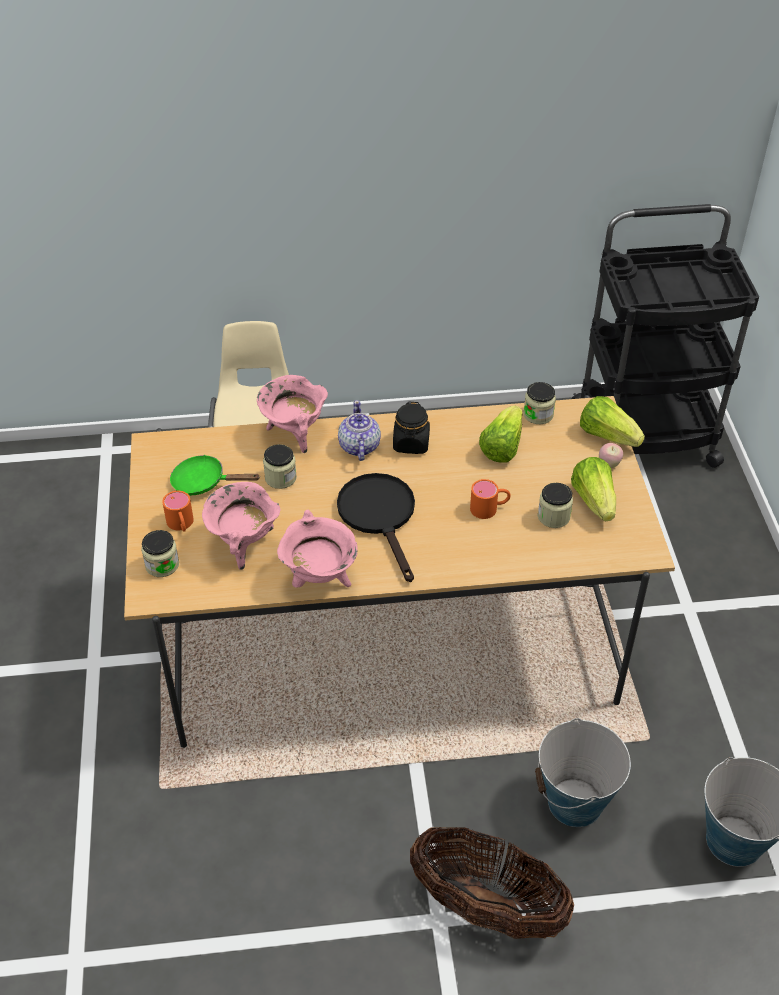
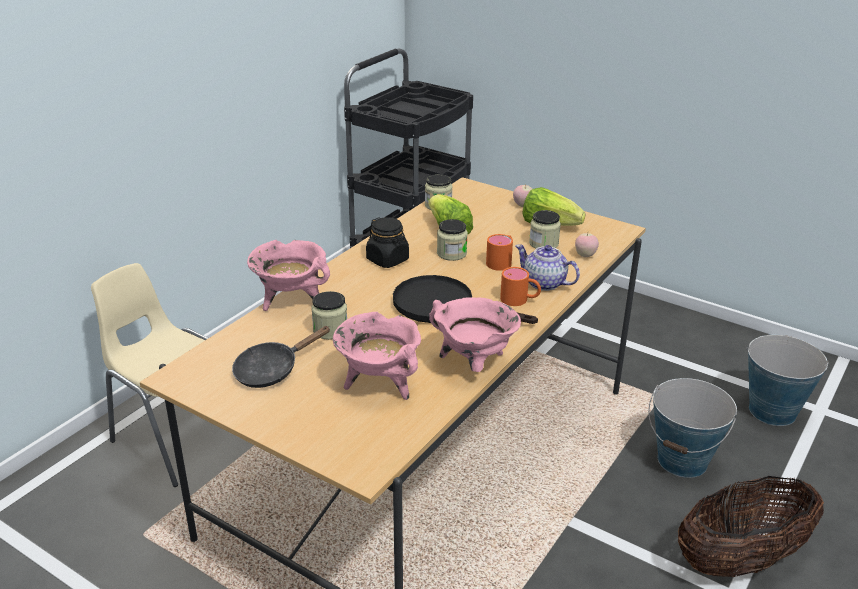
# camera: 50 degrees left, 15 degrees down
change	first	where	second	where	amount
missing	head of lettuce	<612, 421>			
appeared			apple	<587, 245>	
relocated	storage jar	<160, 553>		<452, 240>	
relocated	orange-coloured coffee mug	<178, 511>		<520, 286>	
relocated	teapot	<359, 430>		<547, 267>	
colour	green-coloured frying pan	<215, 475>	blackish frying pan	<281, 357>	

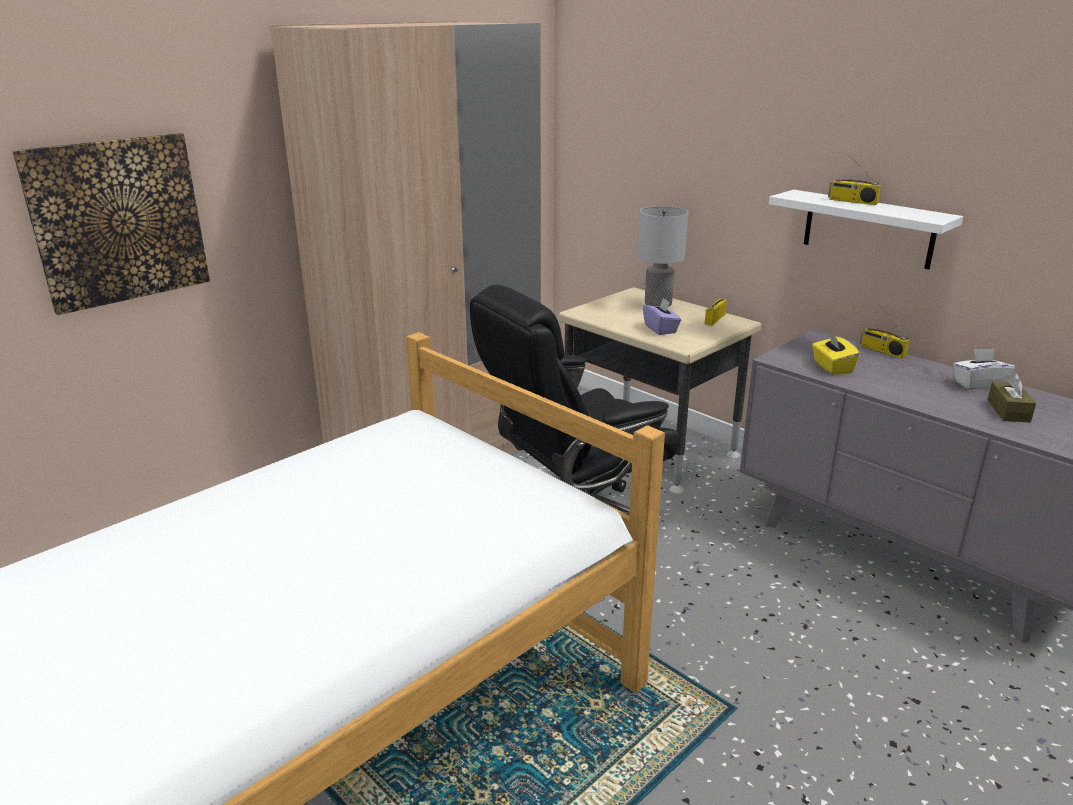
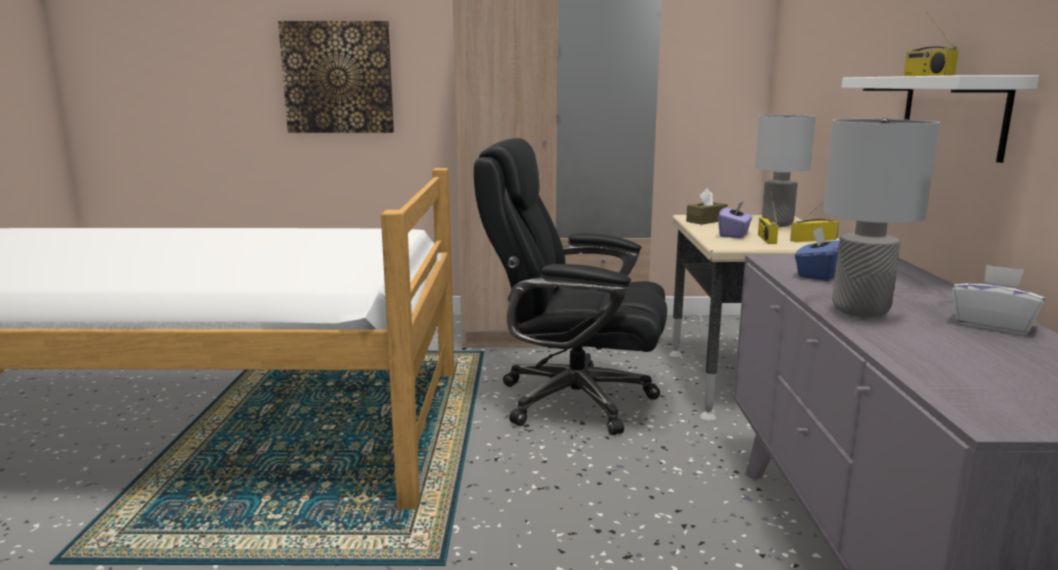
# camera: 45 degrees right, 10 degrees down
change	first	where	second	where	amount
appeared			grey lamp for a table	<881, 218>	
relocated	radio receiver	<885, 331>		<768, 217>	
relocated	brown-coloured box of tissues	<1011, 397>		<707, 206>	
colour	yellow box of tissues	<836, 353>	blue box of tissues	<817, 254>	

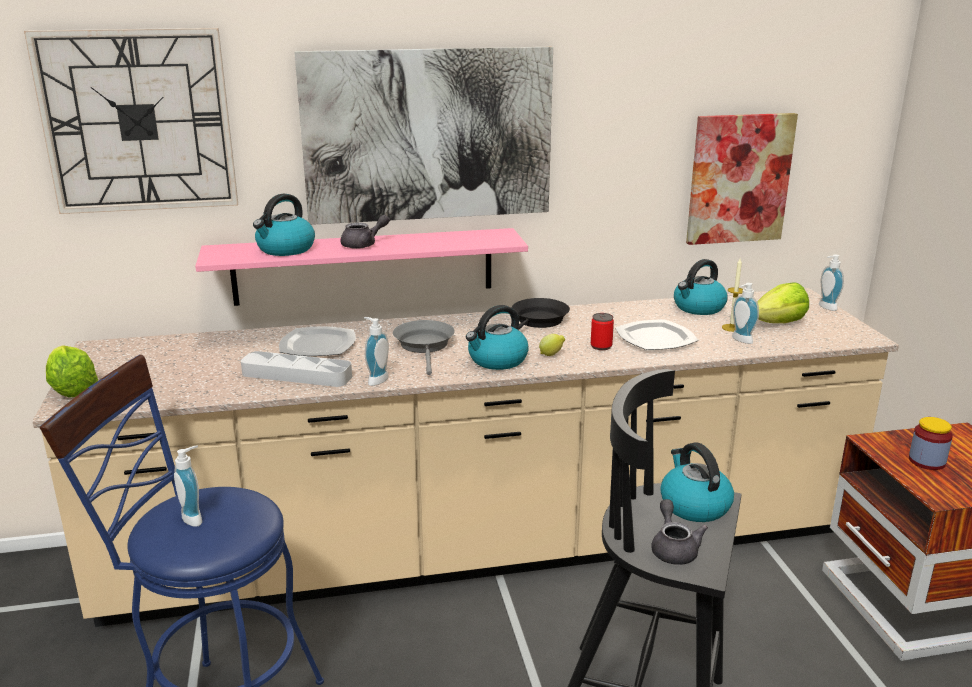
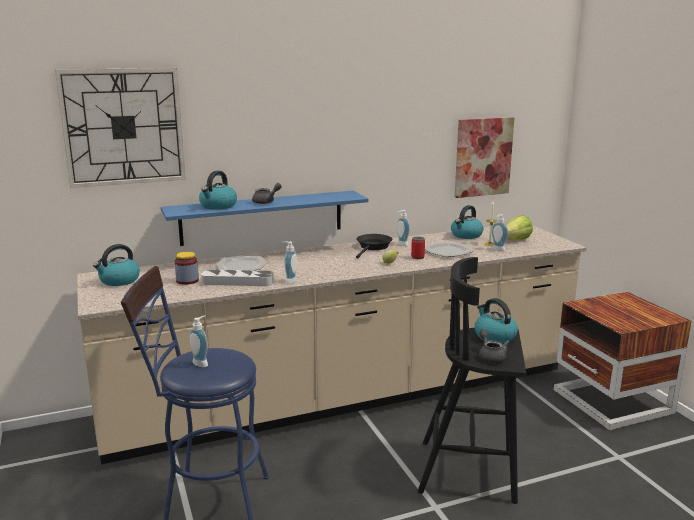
# camera: 10 degrees left, 5 degrees down
change	first	where	second	where	amount
missing	head of lettuce	<72, 371>			
missing	wall picture	<423, 136>			
missing	grey frying pan	<424, 347>			
relocated	water kettle	<497, 337>		<116, 265>	
relocated	soap dispenser	<831, 282>		<403, 228>	
relocated	storage jar	<931, 443>		<187, 268>	
colour	pinkish bracket shelf	<361, 267>	blue bracket shelf	<265, 218>	

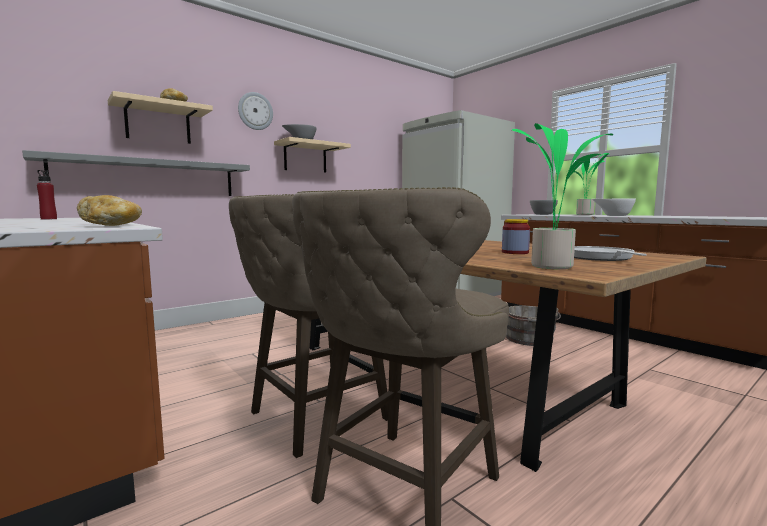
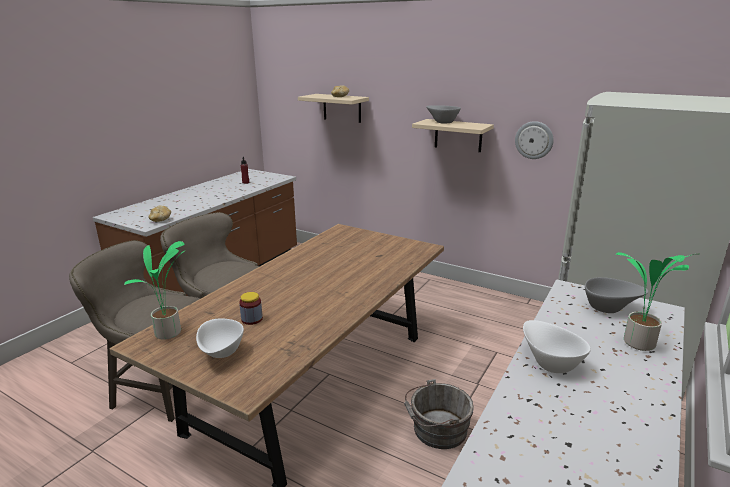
# camera: 70 degrees right, 15 degrees up
change	first	where	second	where	amount
missing	grey bracket shelf	<136, 173>			
relocated	clock on the wall	<255, 111>		<534, 140>	
exchanged	frying pan	<610, 253>	whitish serving bowl	<220, 338>	

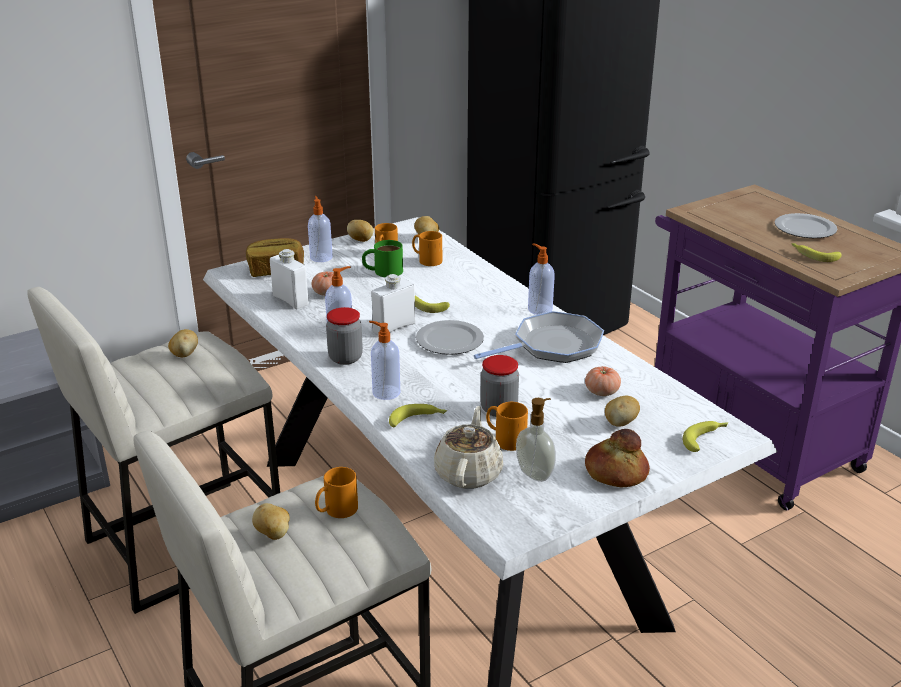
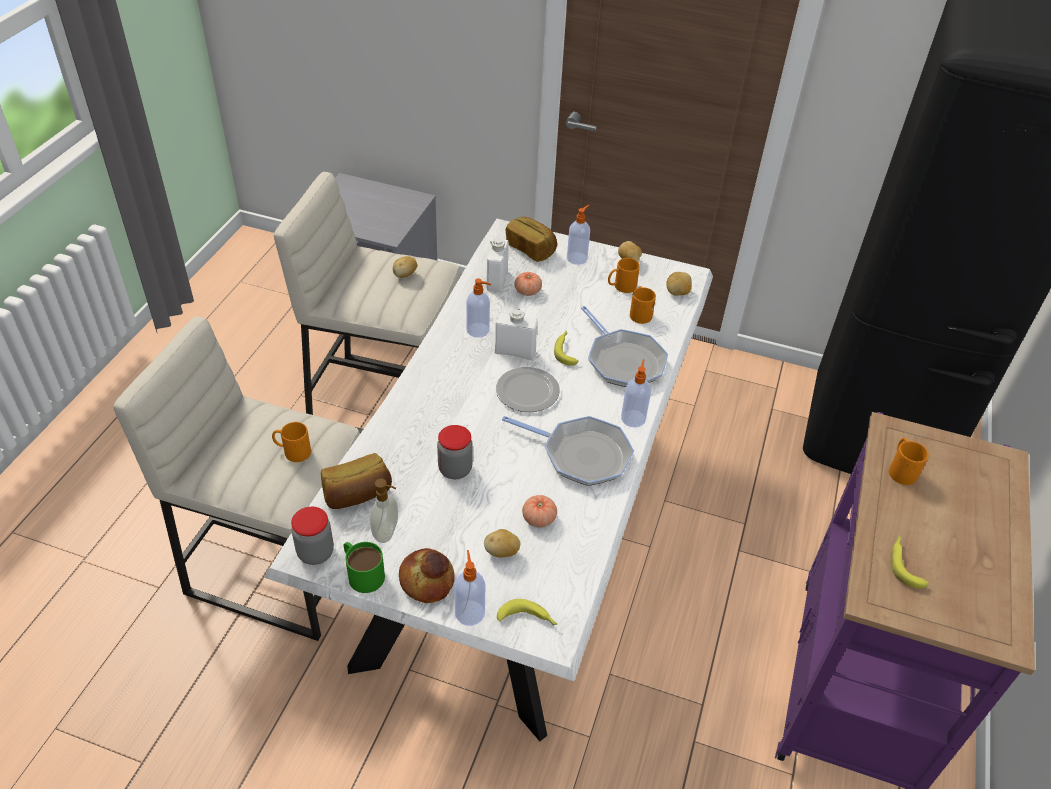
# camera: 50 degrees right, 15 degrees up
change	first	where	second	where	amount
missing	spud	<271, 521>			
missing	banana	<418, 415>			
missing	plate	<806, 225>			
appeared			frying pan	<624, 346>	
relocated	storage jar	<344, 336>		<312, 536>	
relocated	green-coloured coffee mug	<382, 258>		<364, 567>	
relocated	soap dispenser	<384, 360>		<470, 588>	
relocated	orange-coloured coffee mug	<507, 426>		<909, 461>	
exchanged	sand-coloured teapot	<468, 447>	bakery bread	<356, 481>	

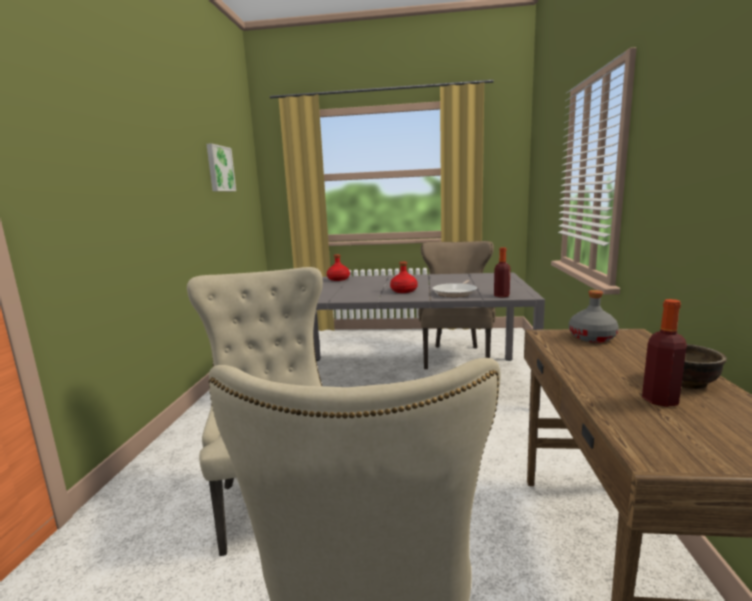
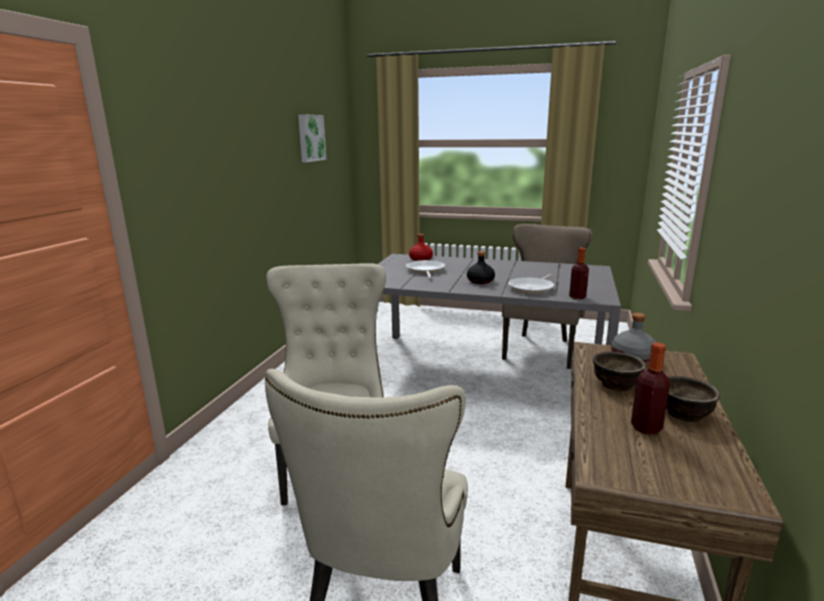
# camera: 10 degrees right, 5 degrees up
change	first	where	second	where	amount
appeared			frying pan	<425, 269>	
appeared			brown-coloured serving bowl	<619, 371>	
colour	red-coloured bottle	<404, 277>	blackish bottle	<481, 267>	

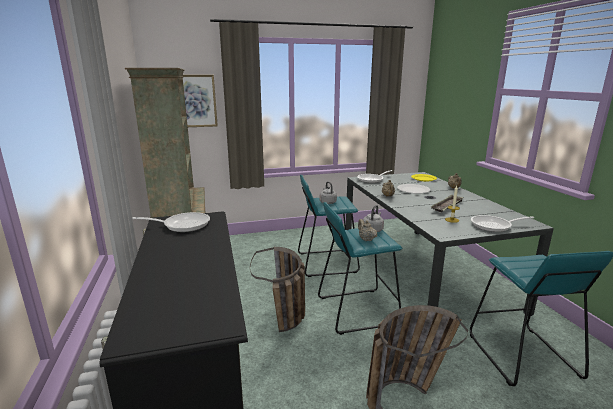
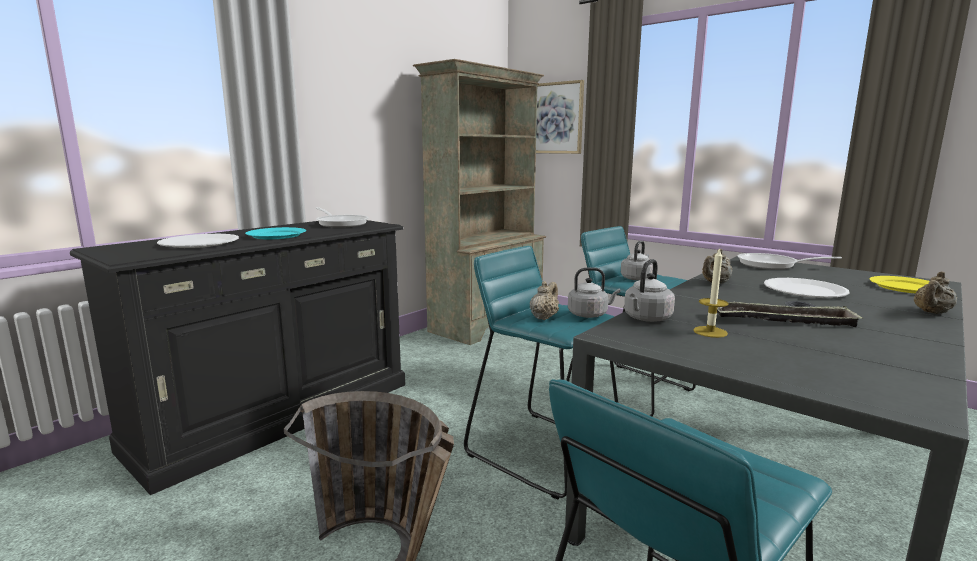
# camera: 55 degrees right, 5 degrees down
change	first	where	second	where	amount
missing	basket	<277, 289>			
missing	frying pan	<502, 223>			
appeared			whitish plate	<198, 241>	
appeared			turquoise-coloured plate	<275, 233>	
appeared			grey water kettle	<649, 290>	

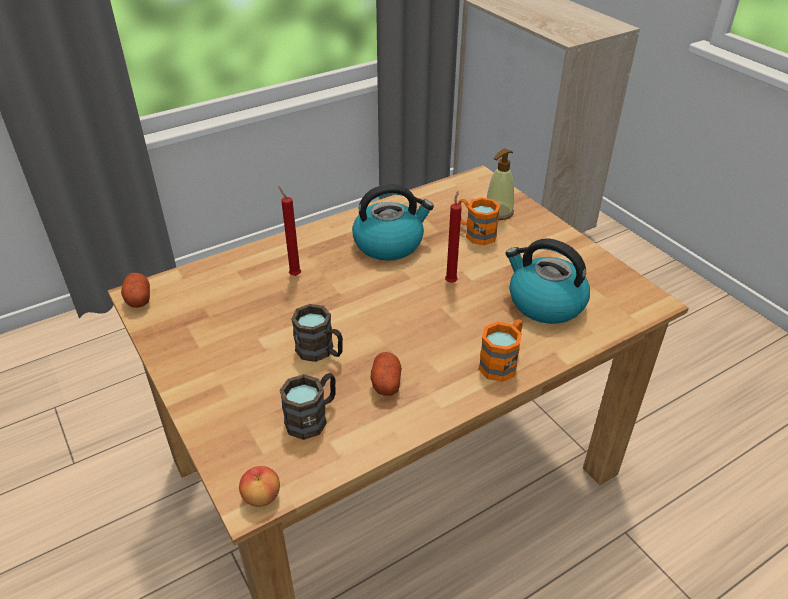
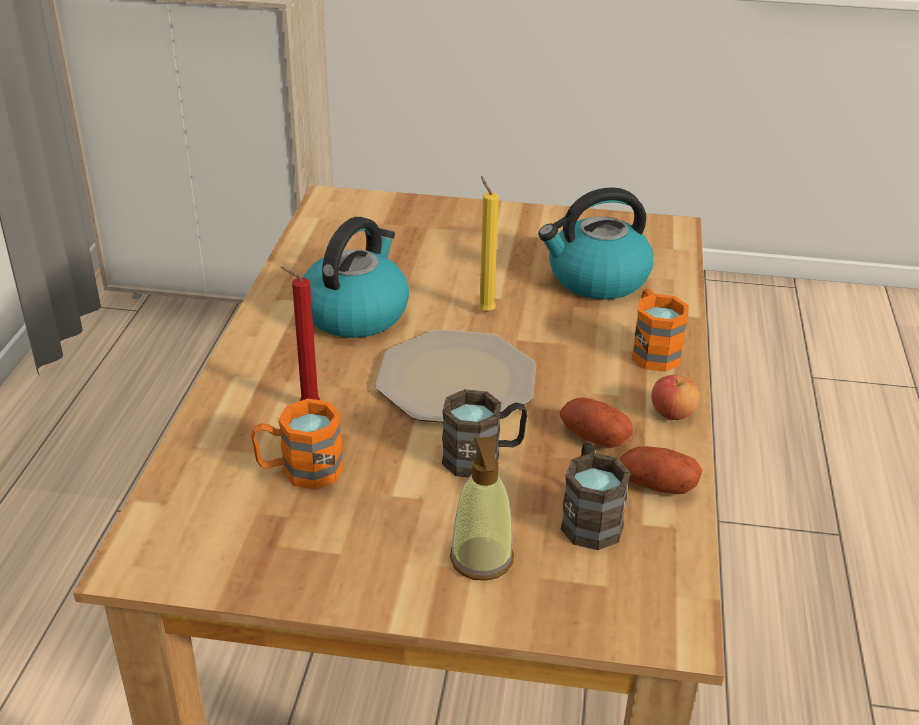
# camera: 50 degrees left, 5 degrees down
change	first	where	second	where	amount
appeared			plate	<455, 376>	
relocated	spud	<135, 290>		<661, 470>	
relocated	apple	<259, 486>		<675, 397>	
relocated	orange-coloured coffee mug	<479, 221>		<297, 444>	
relocated	soap dispenser	<500, 184>		<482, 509>	
colour	red-coloured wax candle	<453, 237>	yellow wax candle	<488, 244>	

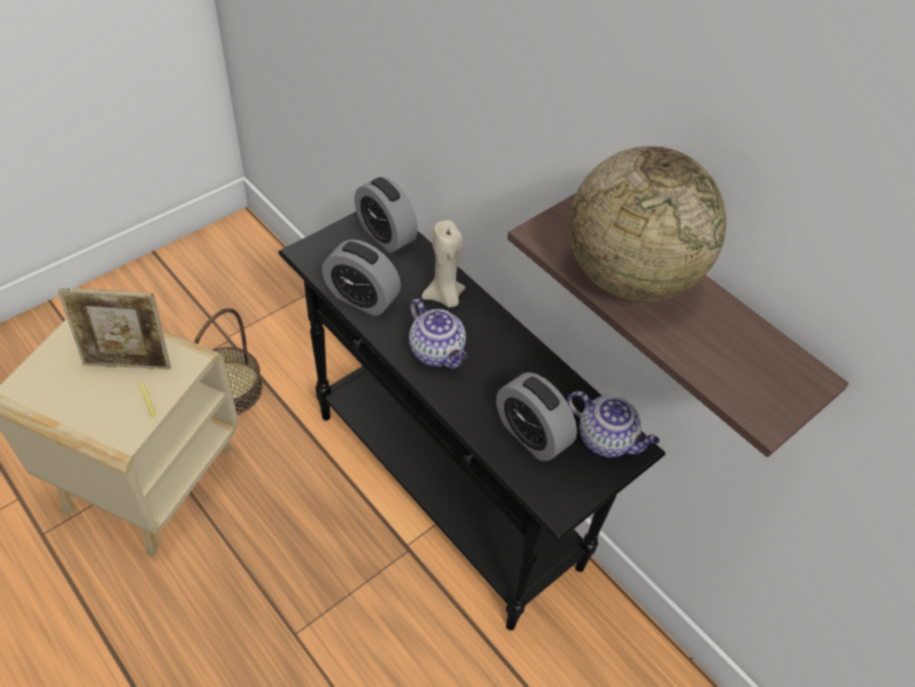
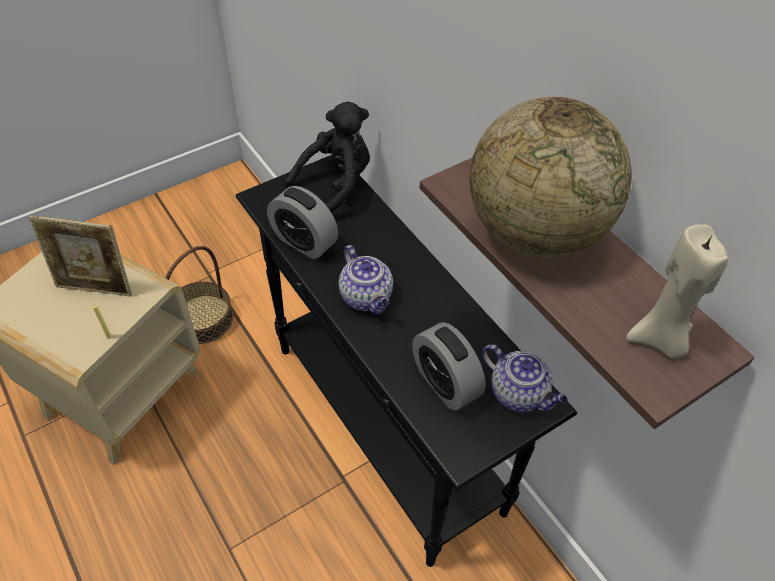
# camera: 10 degrees right, 0 degrees up
change	first	where	second	where	amount
relocated	sand-coloured wax candle	<443, 264>		<677, 291>	
exchanged	table clock	<386, 215>	blackish cuddly toy	<327, 157>	

